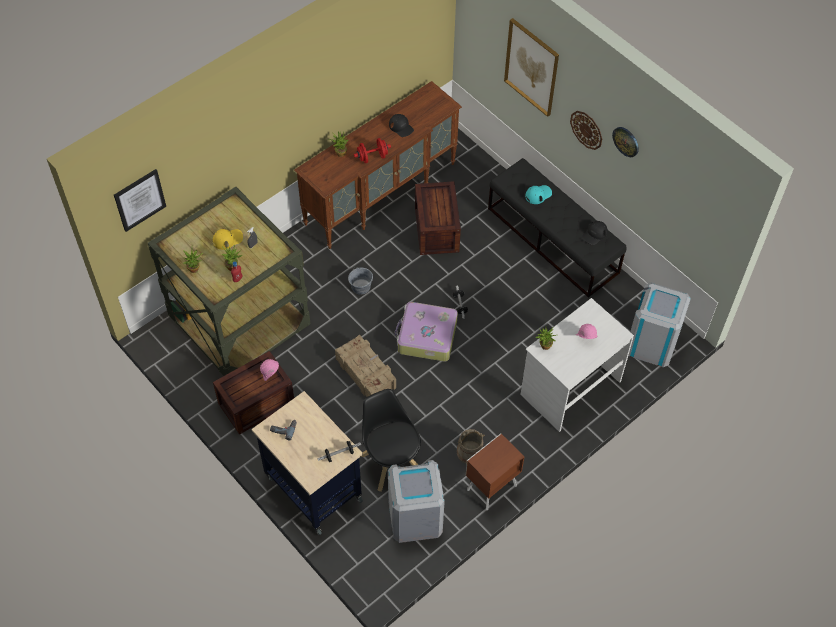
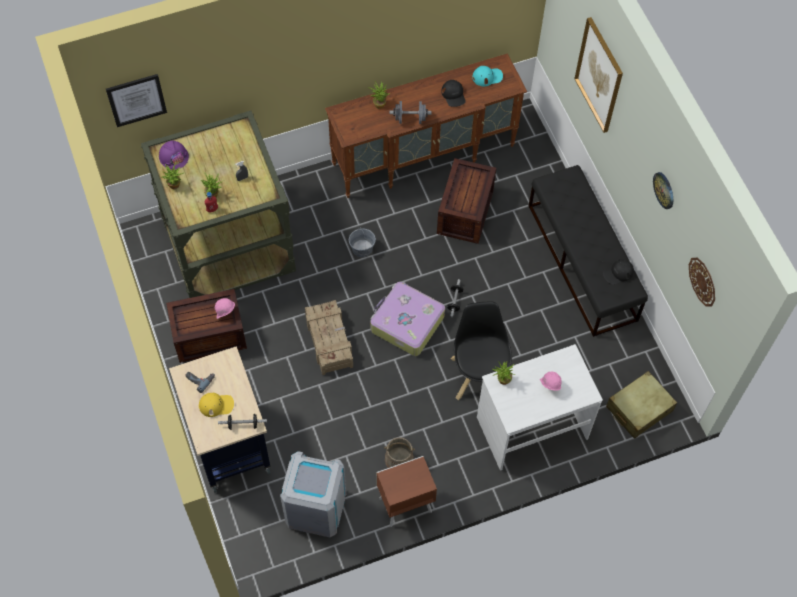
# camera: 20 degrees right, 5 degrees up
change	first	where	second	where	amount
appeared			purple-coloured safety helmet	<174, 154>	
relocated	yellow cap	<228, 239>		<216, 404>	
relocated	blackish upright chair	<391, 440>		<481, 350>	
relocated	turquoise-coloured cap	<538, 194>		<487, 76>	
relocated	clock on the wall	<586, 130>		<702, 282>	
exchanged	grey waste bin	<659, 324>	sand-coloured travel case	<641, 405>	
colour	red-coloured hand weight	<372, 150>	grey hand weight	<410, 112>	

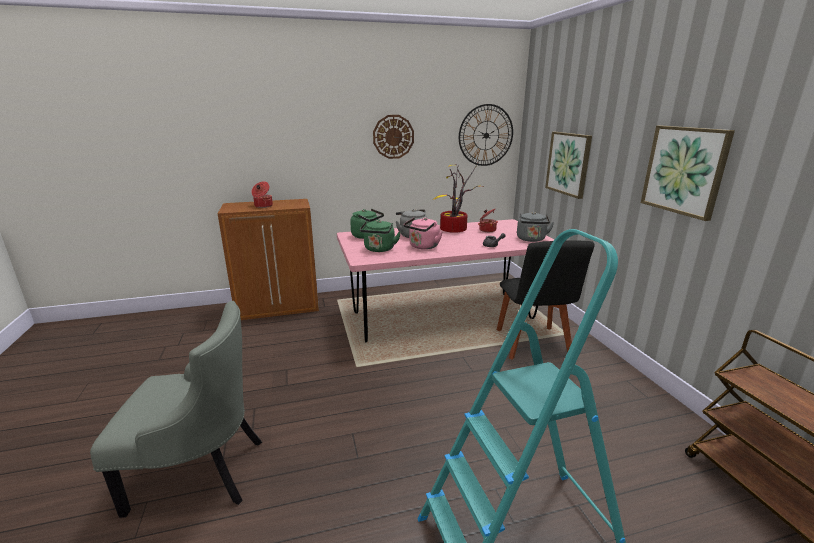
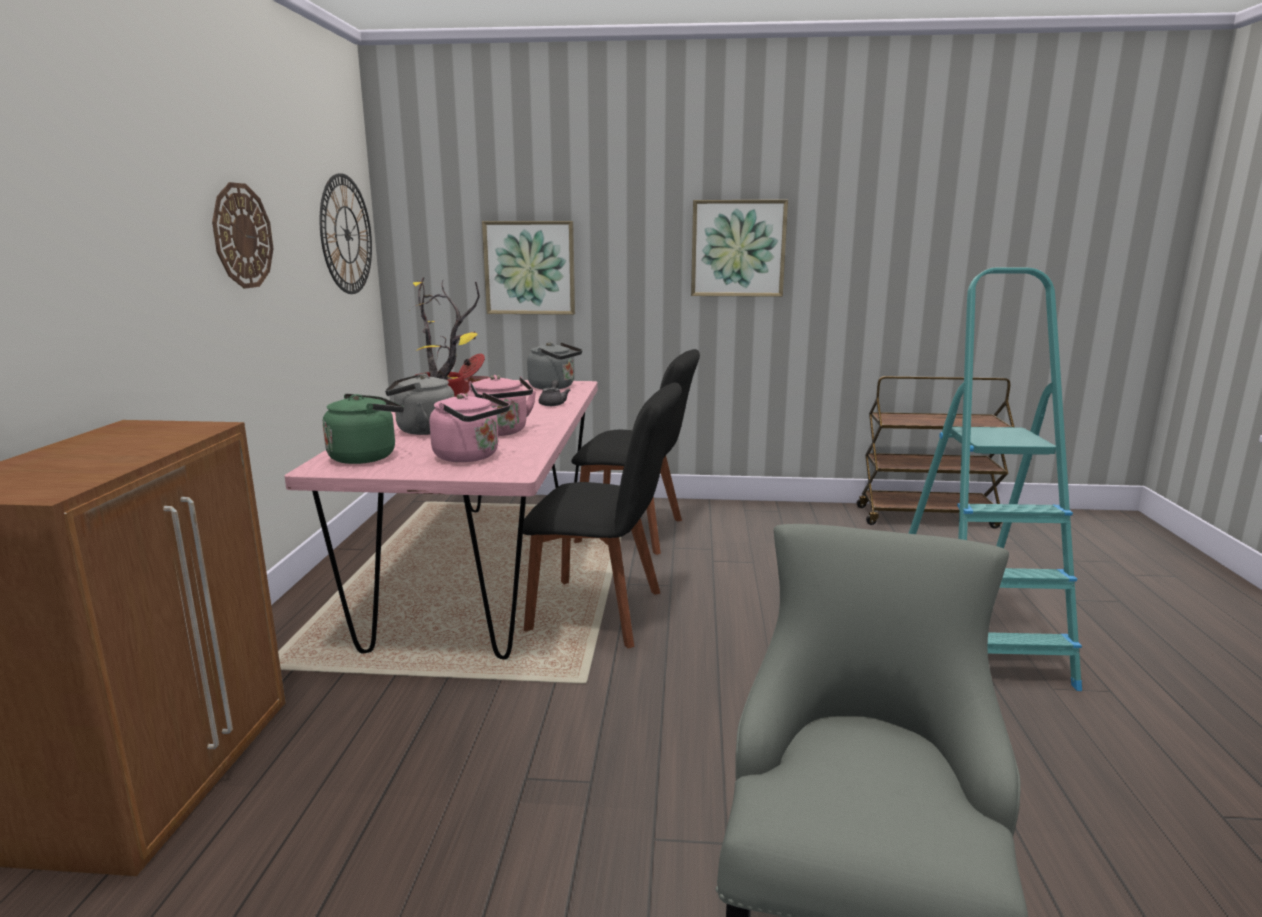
# camera: 70 degrees left, 5 degrees down
change	first	where	second	where	amount
missing	stockpot	<262, 194>			
appeared			blackish upright chair	<602, 515>	
colour	green-coloured water kettle	<380, 236>	pinkish water kettle	<470, 427>	

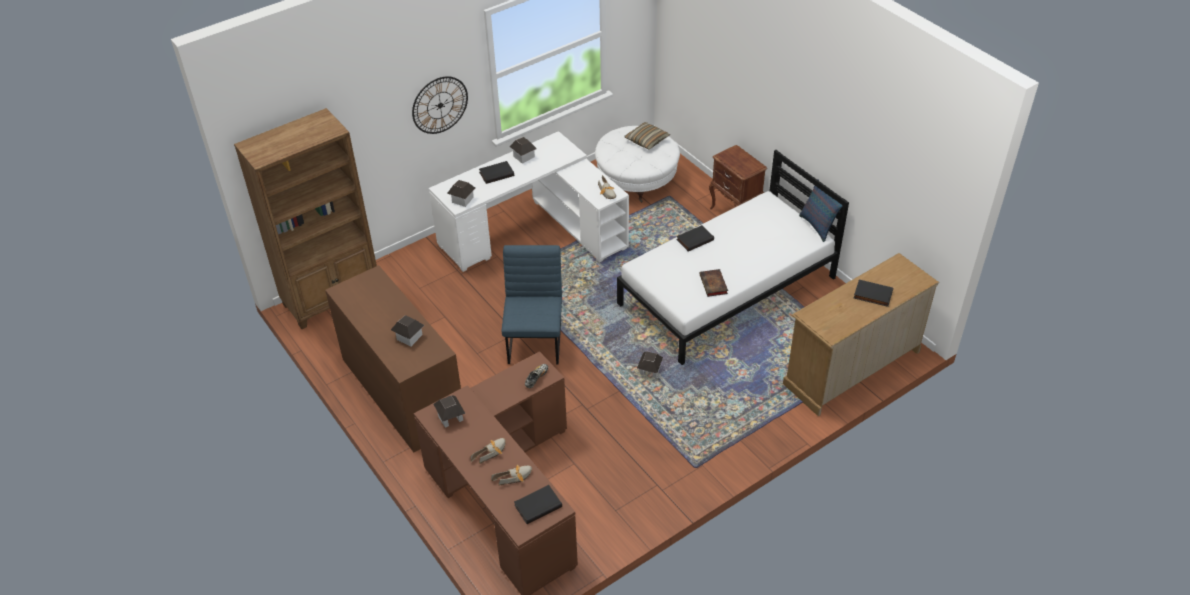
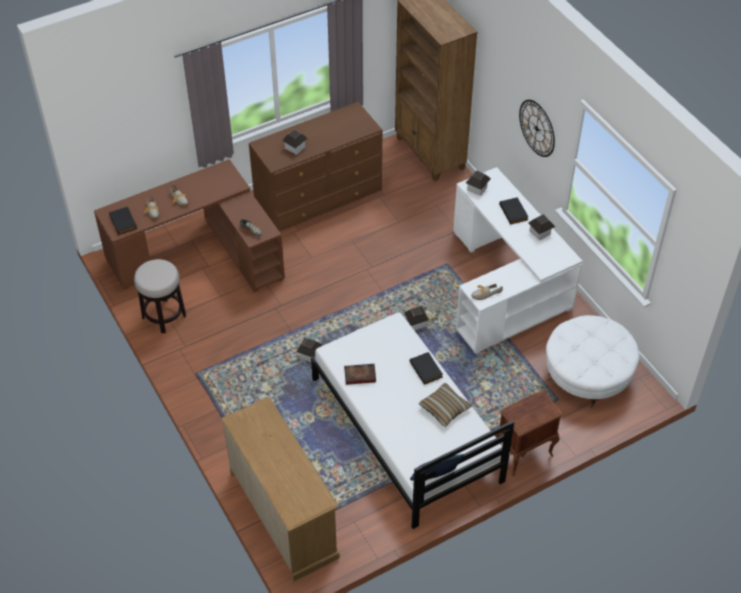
# camera: 95 degrees right, 5 degrees up
change	first	where	second	where	amount
missing	blue upright chair	<532, 304>			
missing	blackish bound book	<873, 293>			
appeared			sitting stool	<160, 296>	
relocated	model house	<450, 411>		<416, 318>	
relocated	pillow	<647, 135>		<445, 405>	

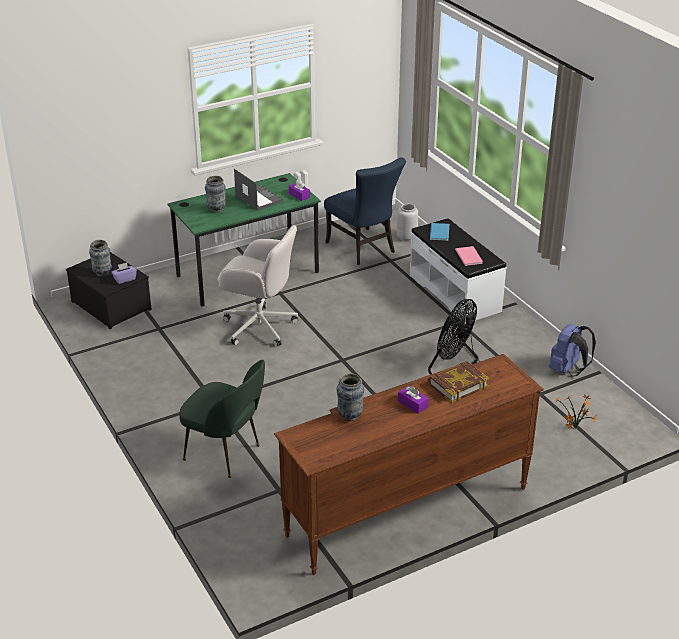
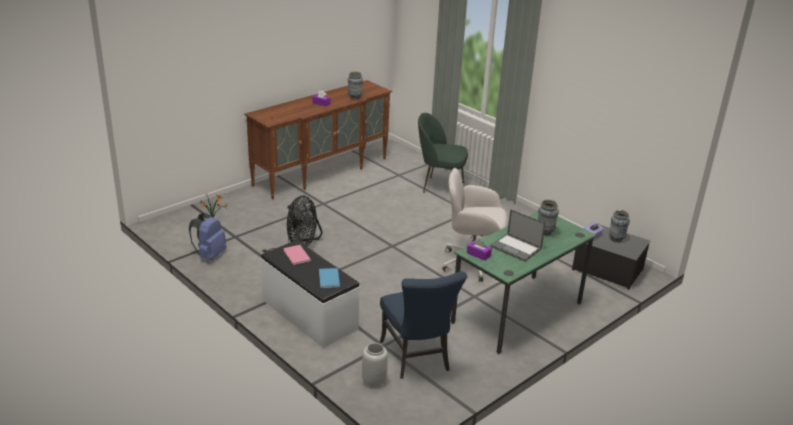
# camera: 165 degrees right, 5 degrees down
change	first	where	second	where	amount
missing	bound book	<458, 382>			
spun	blue upright chair	<365, 211>		<423, 325>	150 degrees counterclockwise

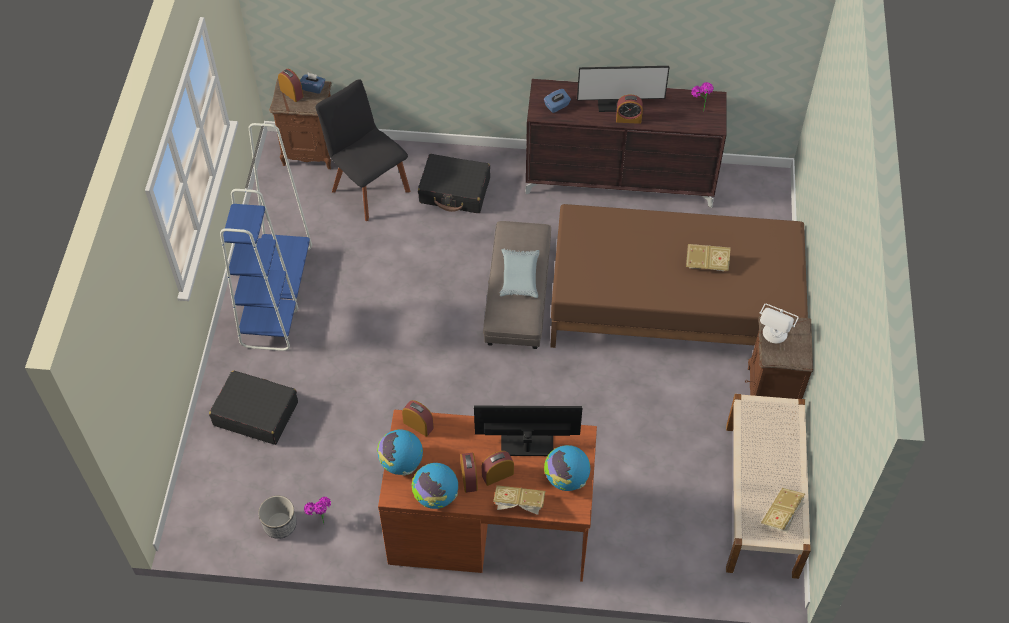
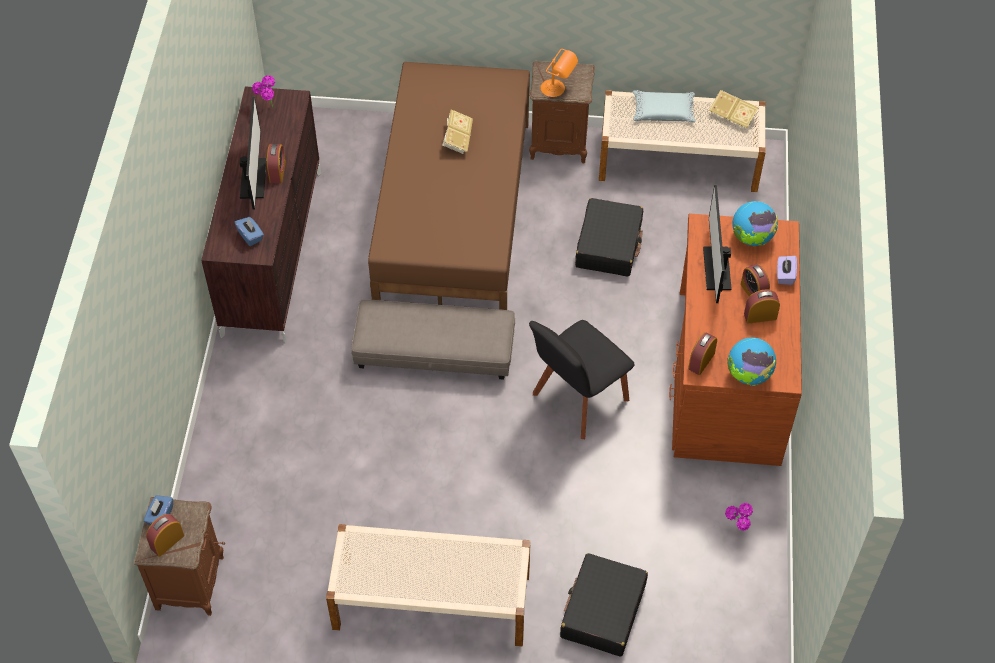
# camera: 90 degrees left, 0 degrees up
change	first	where	second	where	amount
missing	flower pot	<277, 517>			
missing	globe	<434, 486>			
relocated	blackish upright chair	<363, 150>		<582, 379>	
relocated	blackish travel case	<454, 183>		<609, 237>	
relocated	blue pillow	<519, 273>		<664, 106>	
exchanged	blue garment rack	<266, 237>	sand-coloured bench	<428, 585>	
exchanged	bound book	<519, 500>	purple-coloured box of tissues	<787, 270>	
colour	whitish lamp for a table	<779, 323>	orange-coloured lamp for a table	<559, 73>	

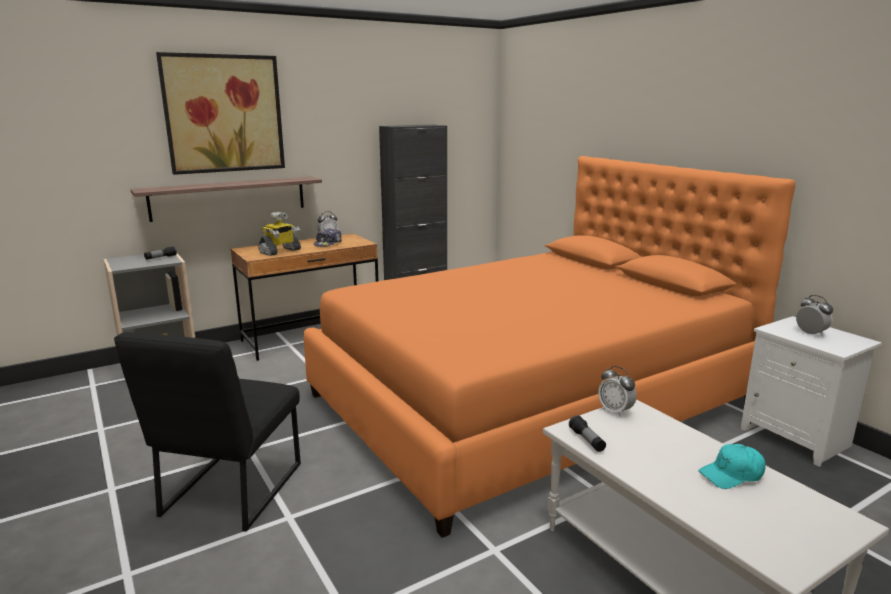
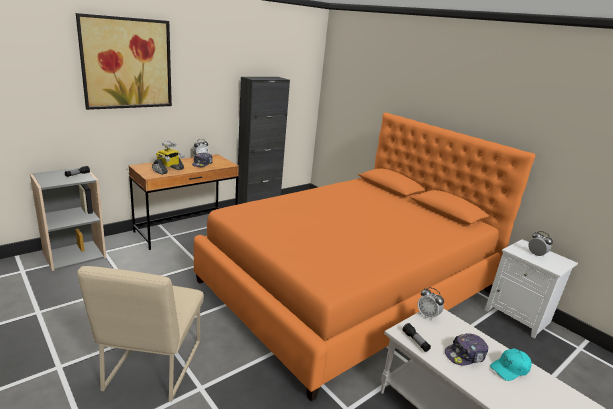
# camera: 10 degrees left, 5 degrees up
change	first	where	second	where	amount
missing	bracket shelf	<226, 199>			
appeared			cap	<466, 349>	
colour	blackish upright chair	<207, 432>	sand-coloured upright chair	<140, 334>	

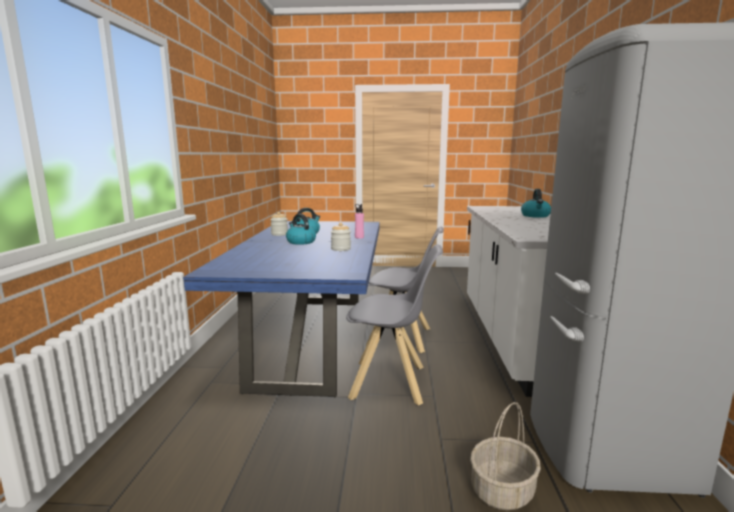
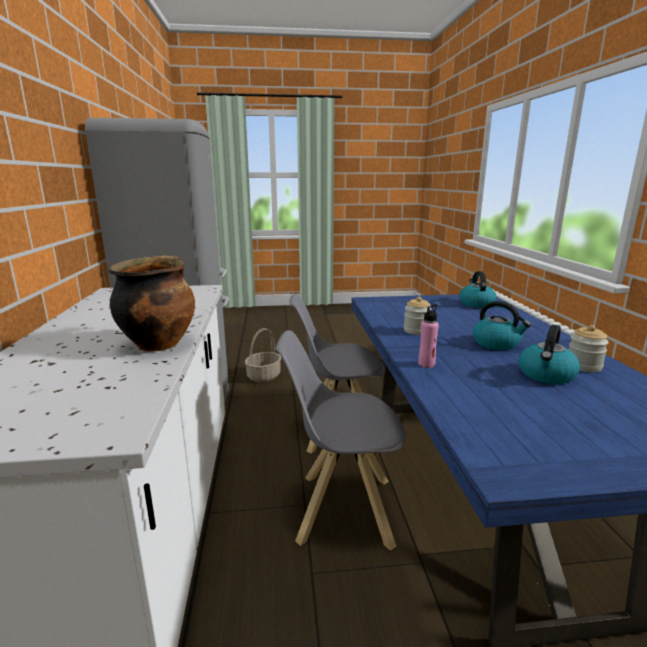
# camera: 170 degrees right, 5 degrees up
change	first	where	second	where	amount
appeared			stockpot	<152, 303>	
relocated	water kettle	<536, 203>		<477, 289>	

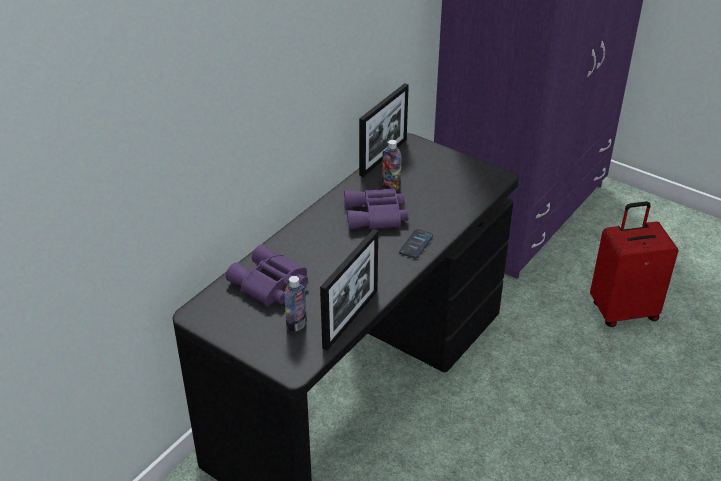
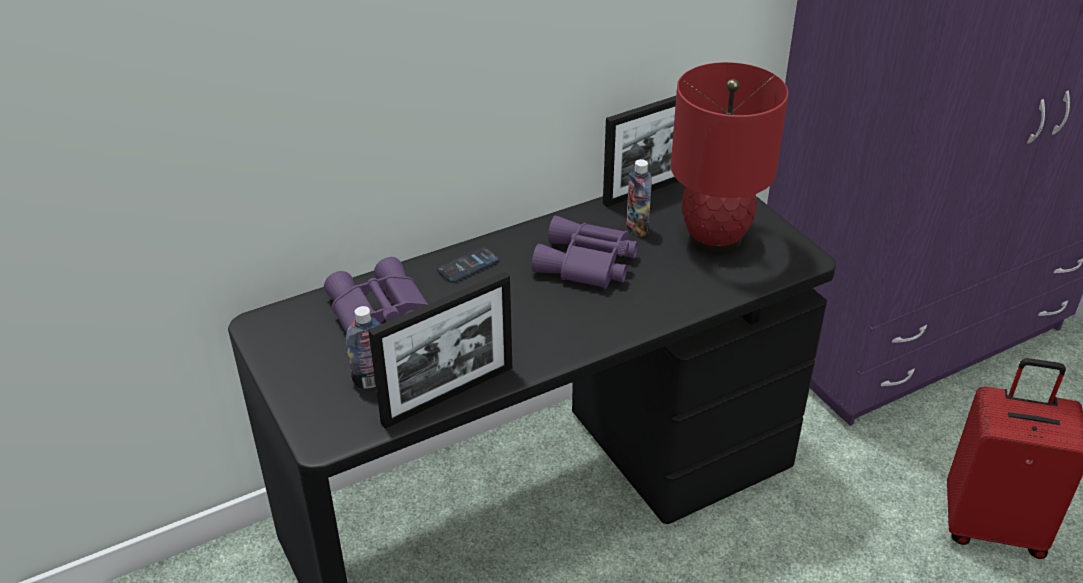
# camera: 25 degrees right, 0 degrees up
change	first	where	second	where	amount
appeared			red-coloured lamp for a table	<729, 158>	
relocated	phone	<416, 244>		<468, 264>	

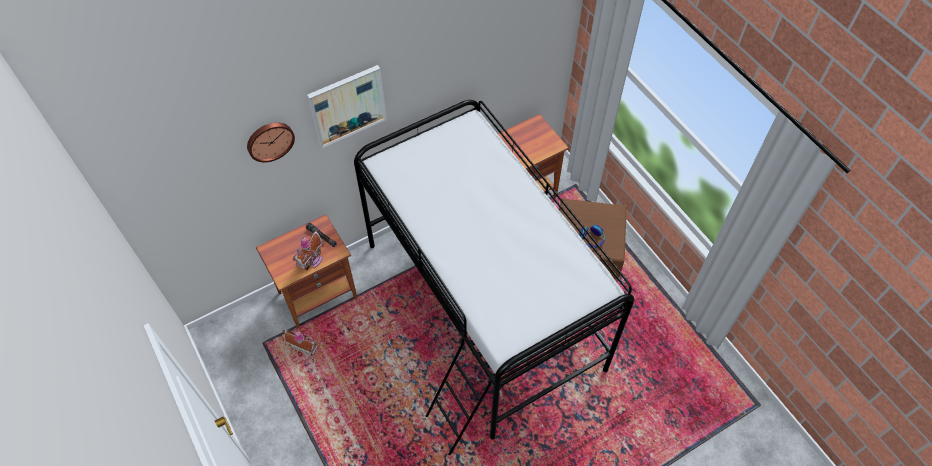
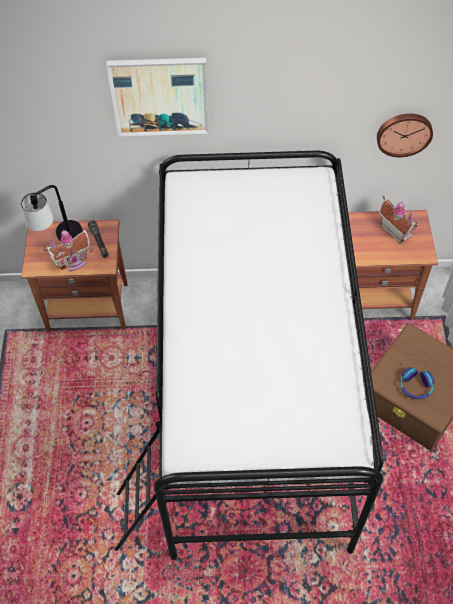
# camera: 30 degrees right, 0 degrees up
change	first	where	second	where	amount
appeared			lamp for a table	<52, 213>	
relocated	clock on the wall	<271, 142>		<405, 135>	
relocated	model house	<300, 343>		<398, 220>	

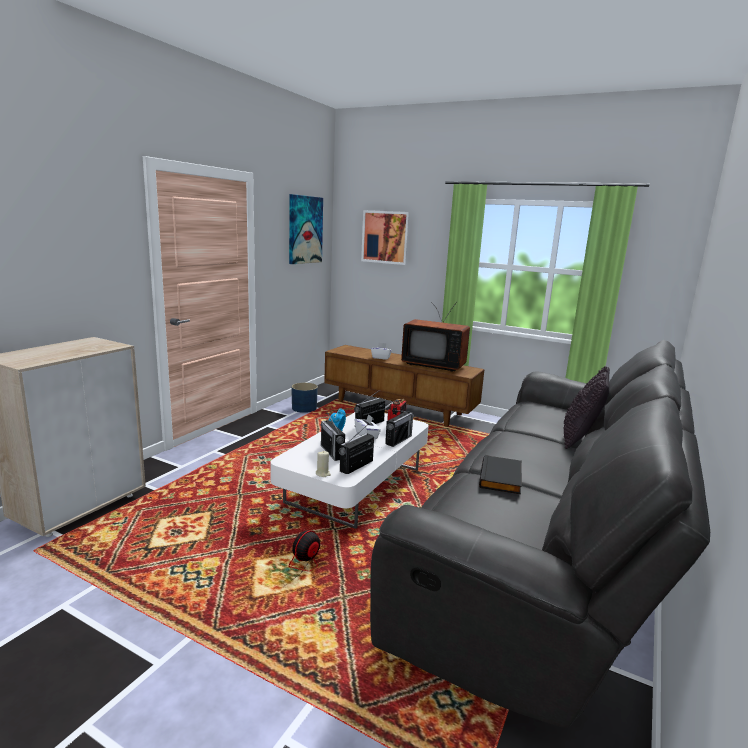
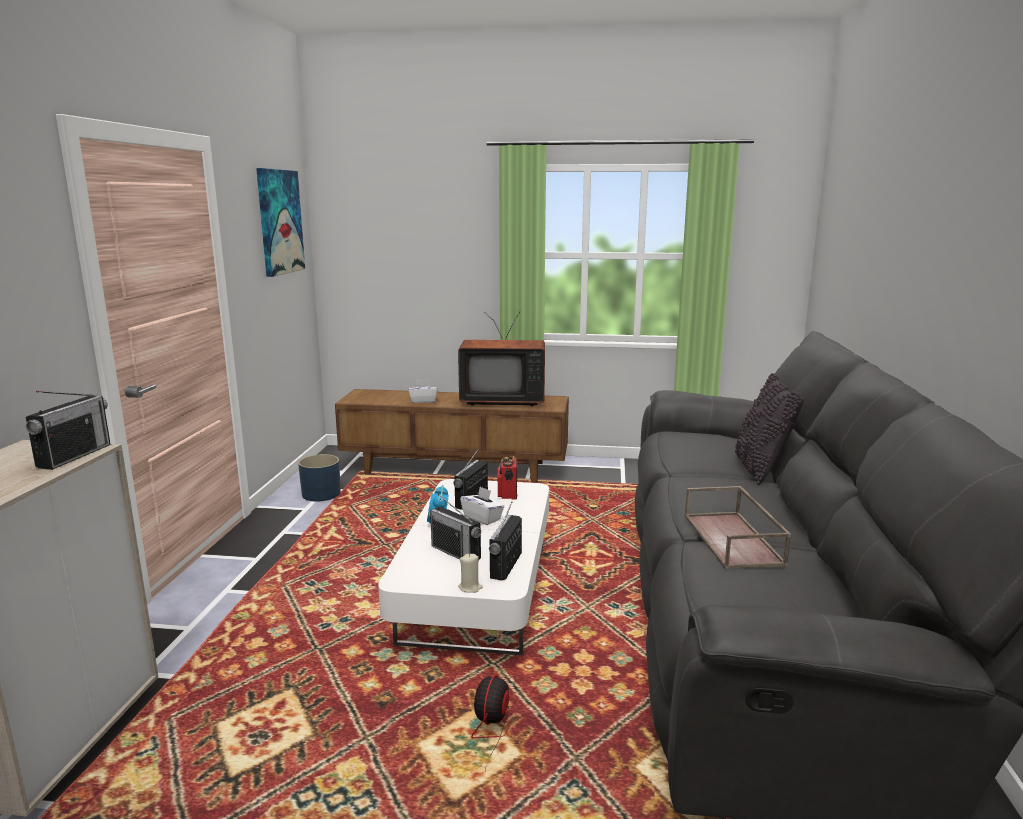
# camera: 20 degrees left, 0 degrees up
change	first	where	second	where	amount
missing	wall picture	<385, 237>			
relocated	radio receiver	<399, 428>		<68, 430>	
exchanged	blackish bound book	<500, 474>	brown-coloured tray	<738, 527>	

